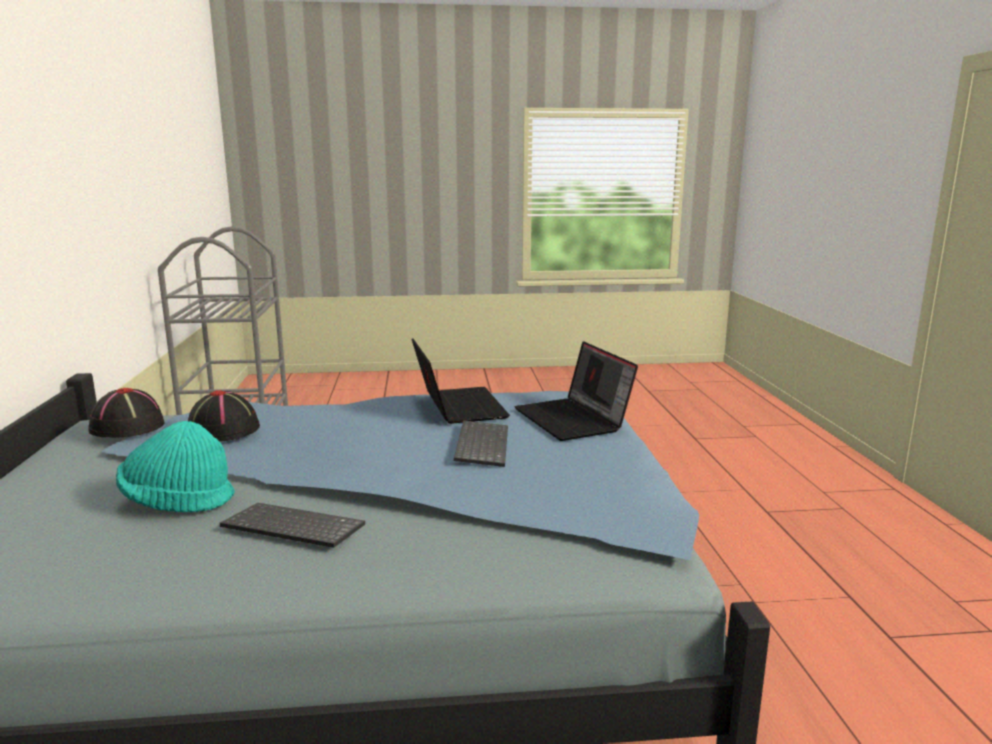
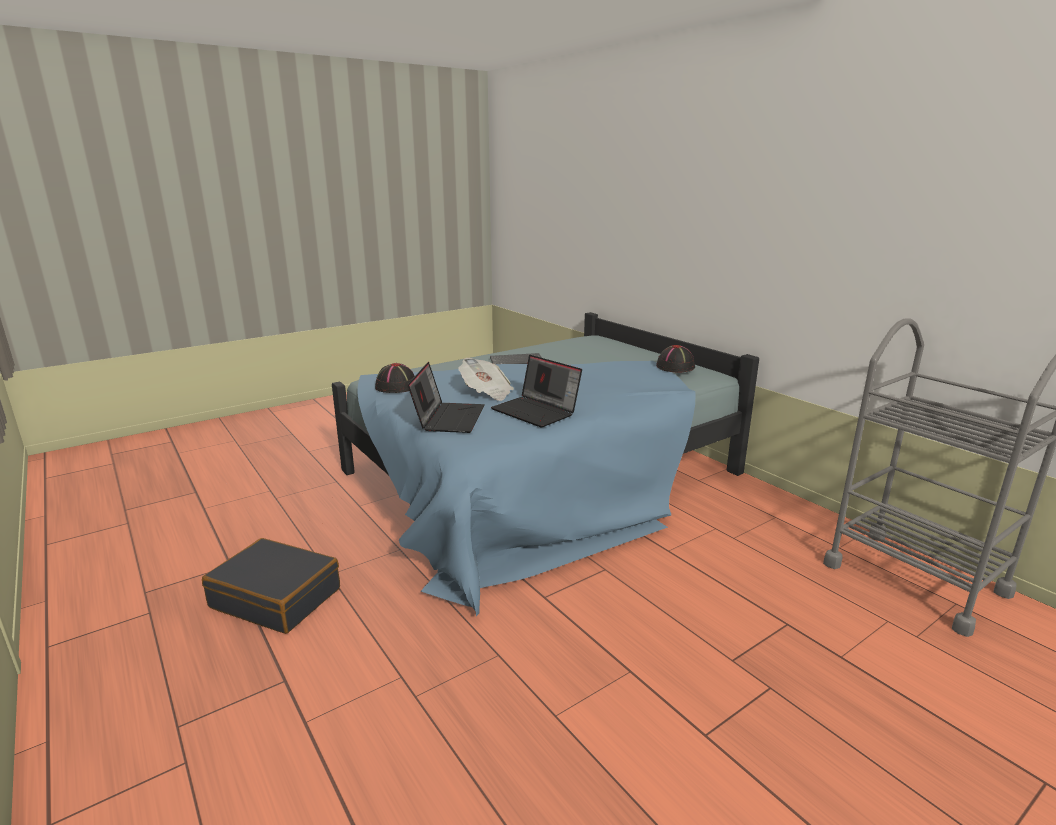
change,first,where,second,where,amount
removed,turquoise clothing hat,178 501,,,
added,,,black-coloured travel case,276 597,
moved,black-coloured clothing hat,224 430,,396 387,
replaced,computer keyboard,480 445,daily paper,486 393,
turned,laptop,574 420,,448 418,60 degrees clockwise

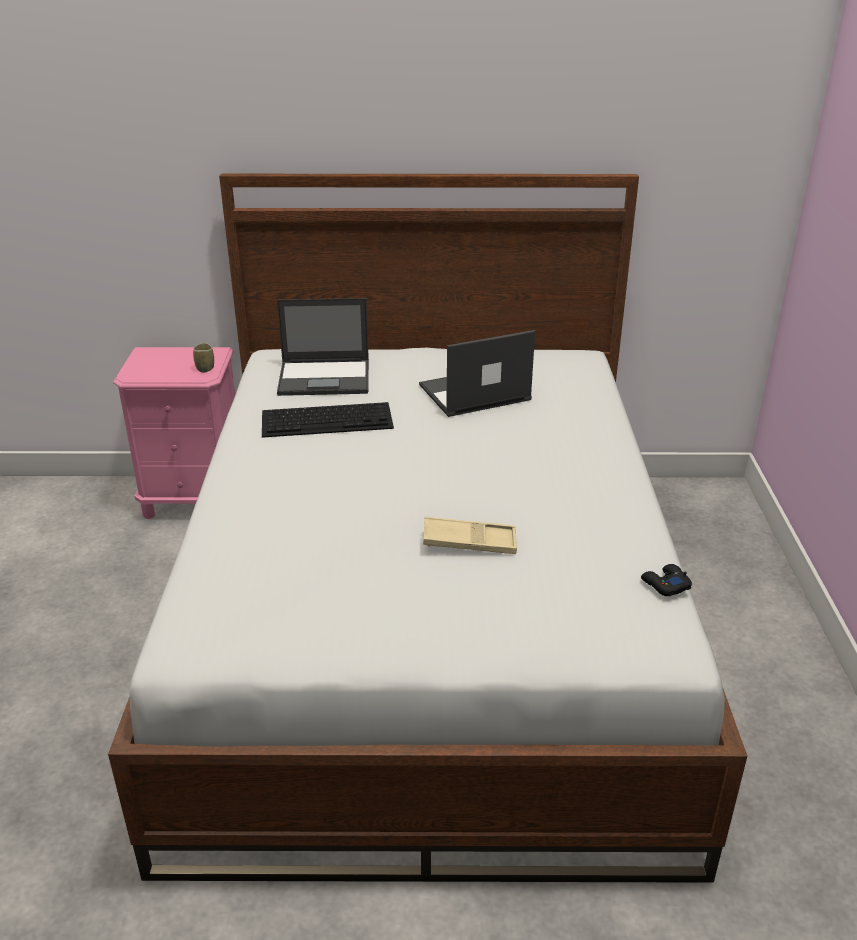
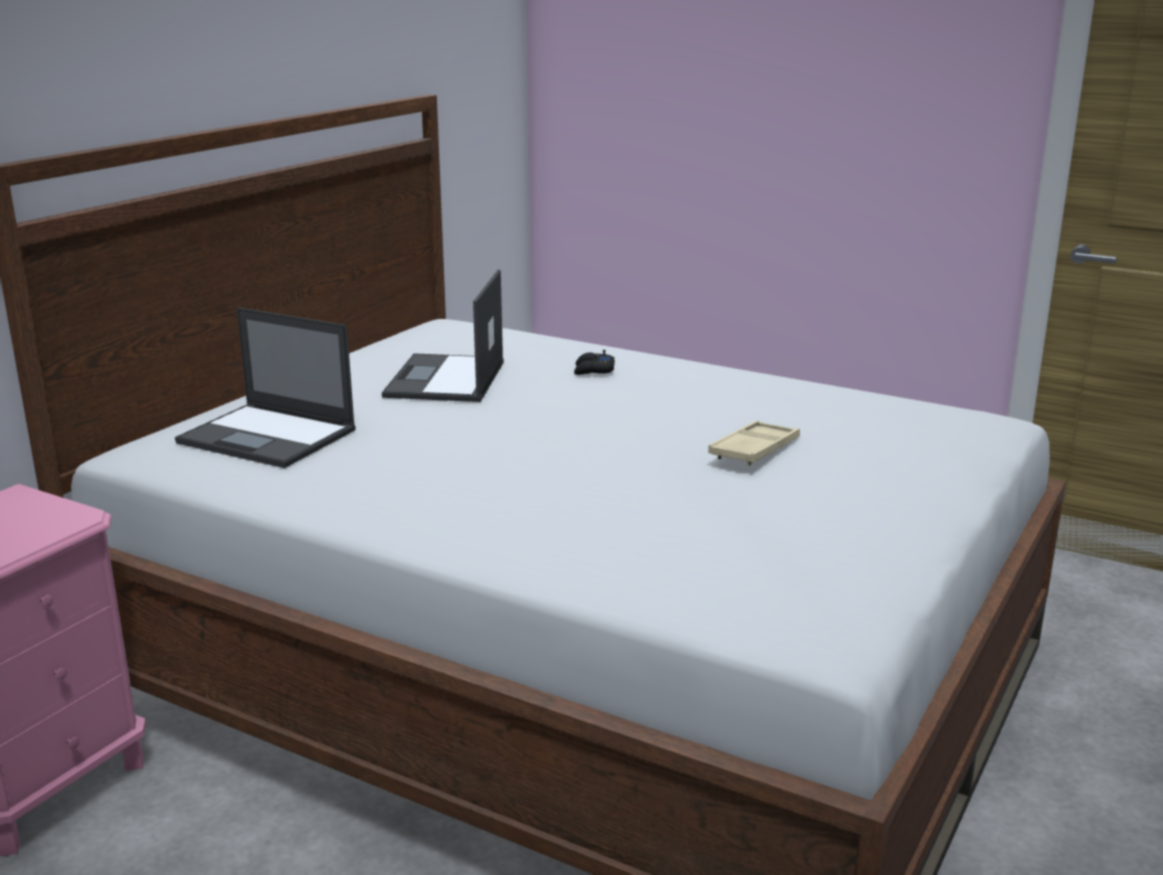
change,first,where,second,where,amount
removed,drinking cup,205 368,,,
removed,computer keyboard,328 419,,,
moved,black-coloured game controller,665 584,,593 370,
turned,laptop,325 378,,269 436,90 degrees clockwise

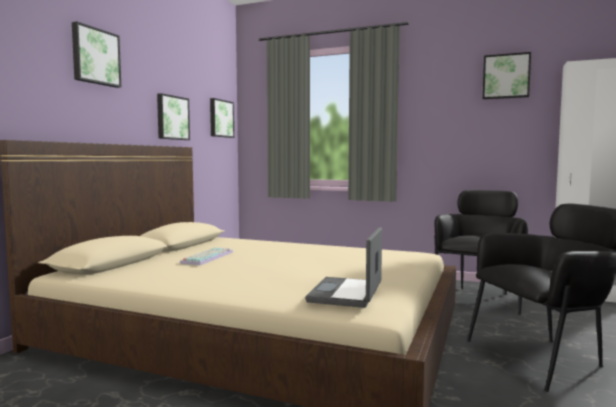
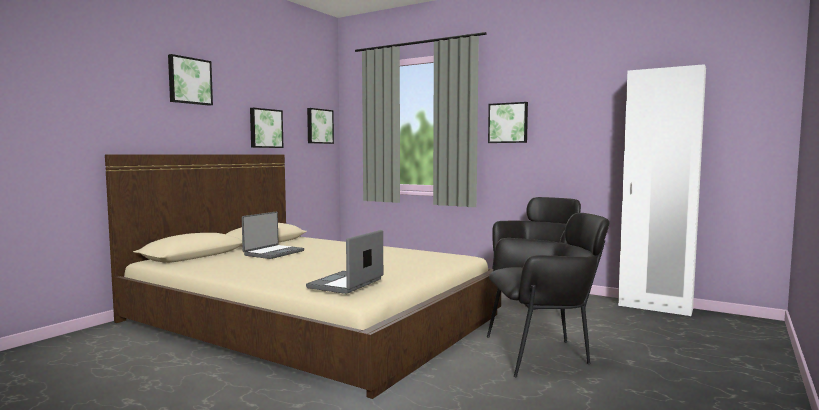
change,first,where,second,where,amount
moved,wall picture,506 76,,508 123,
replaced,computer keyboard,207 257,laptop,273 253,

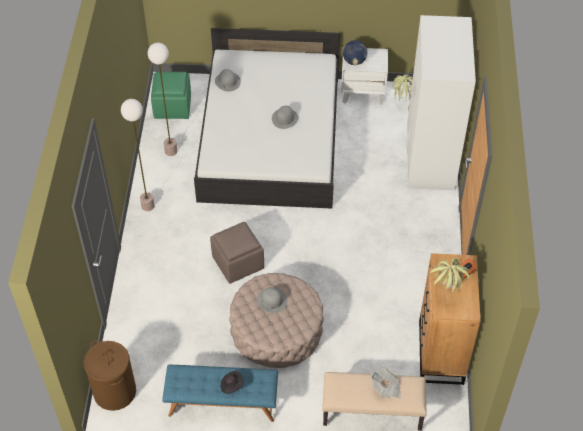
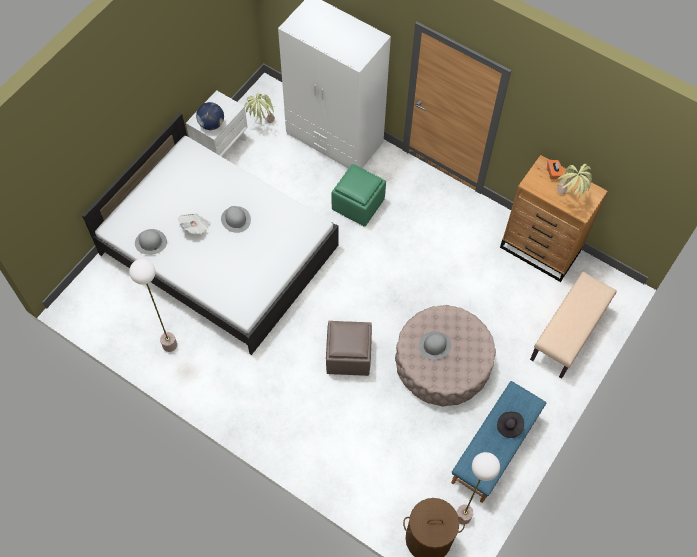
change,first,where,second,where,amount
moved,standard lamp,147 206,,463 517,
moved,greenish ottoman,172 107,,358 205,
moved,daily paper,386 388,,195 227,

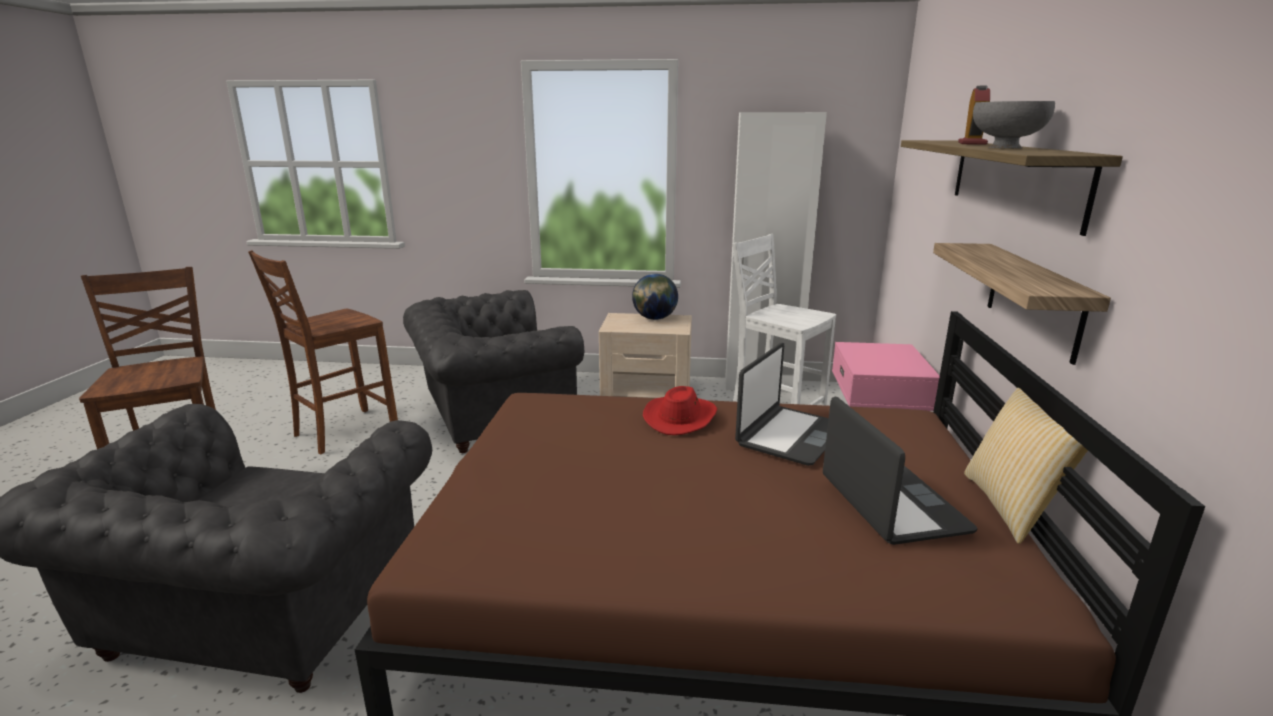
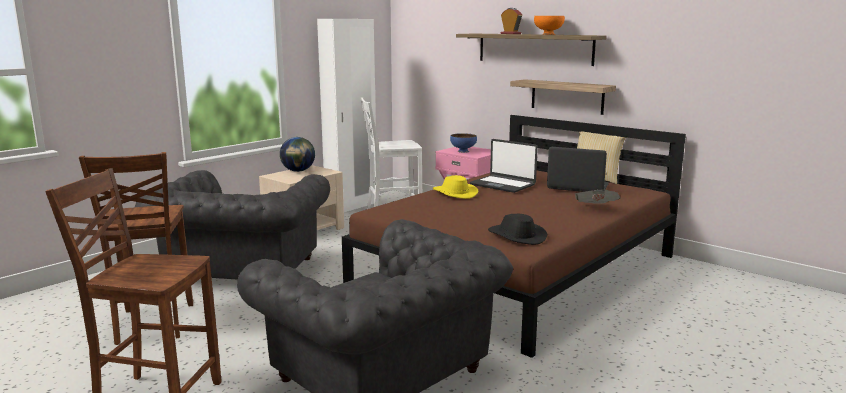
change,first,where,second,where,amount
added,,,blue-coloured serving bowl,463 151,
added,,,black-coloured clothing hat,516 236,
added,,,daily paper,596 209,
recoloured,reddish clothing hat,680 417,yellow-coloured clothing hat,454 193,
recoloured,gray serving bowl,1006 147,orange-coloured serving bowl,548 34,
turned,laptop,789 436,,503 185,150 degrees clockwise

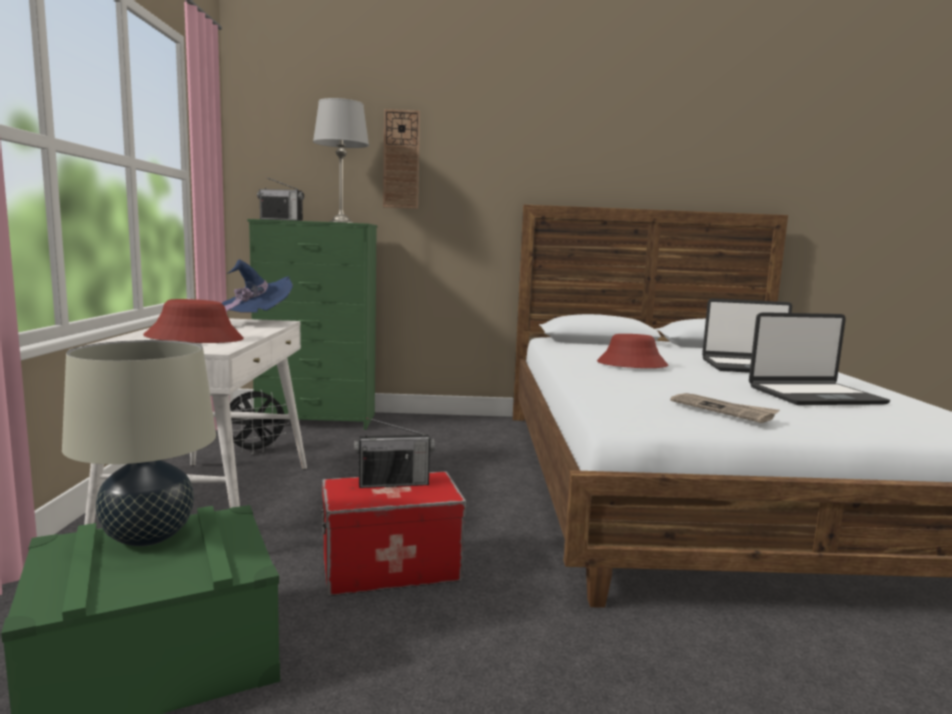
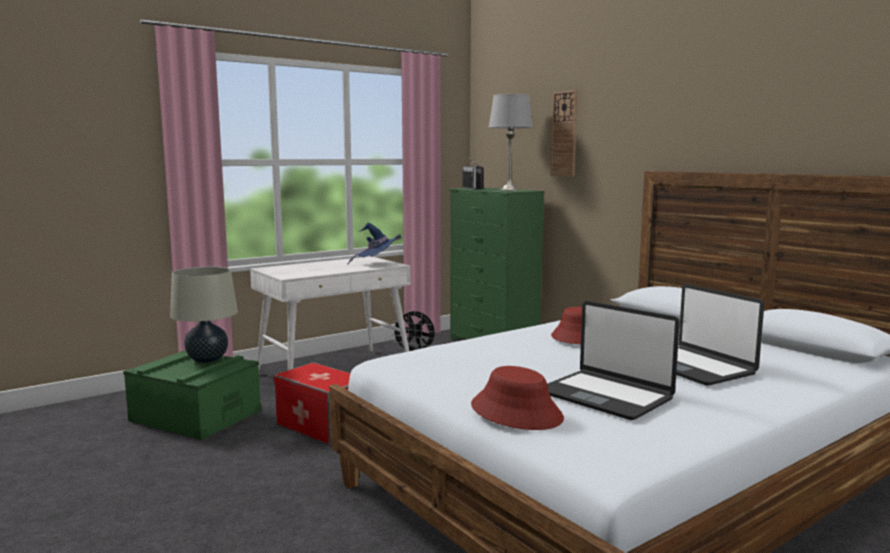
change,first,where,second,where,amount
removed,radio receiver,393 483,,,
removed,daily paper,723 410,,,
moved,reddish clothing hat,194 338,,516 412,

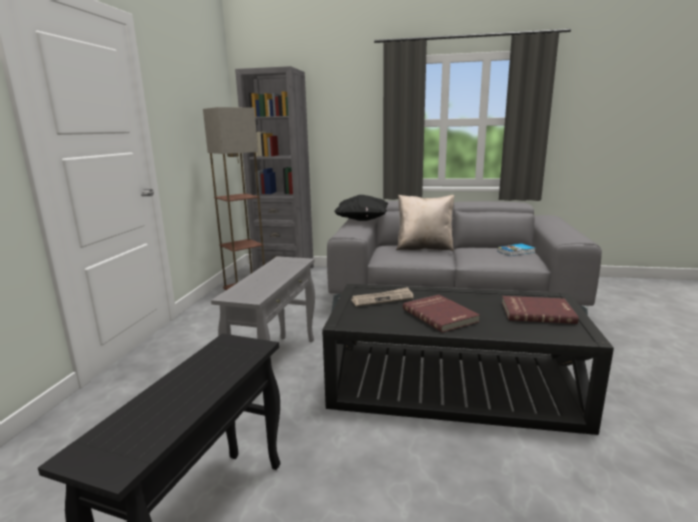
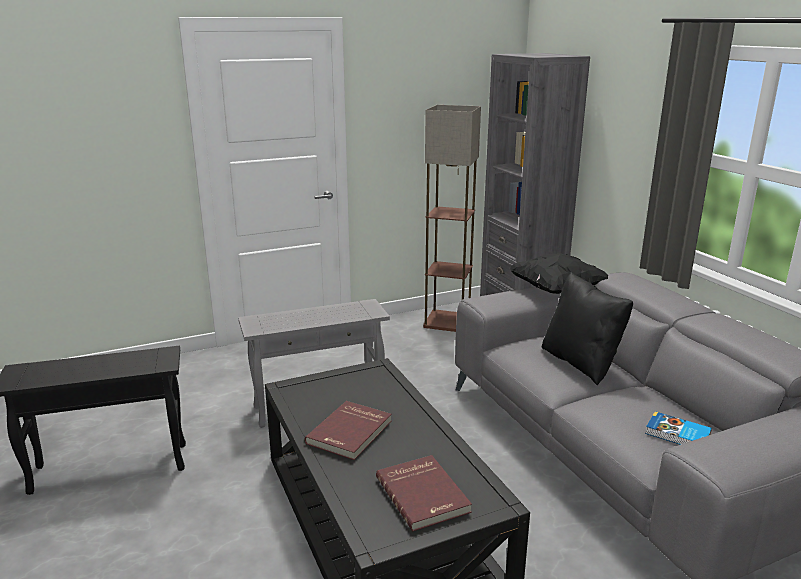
change,first,where,second,where,amount
removed,daily paper,382 299,,,
recoloured,beige throw pillow,424 248,black-coloured throw pillow,581 363,

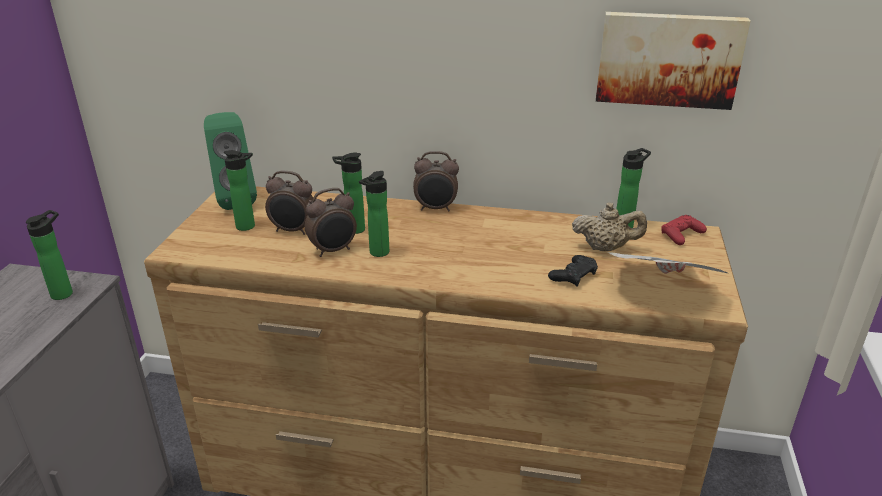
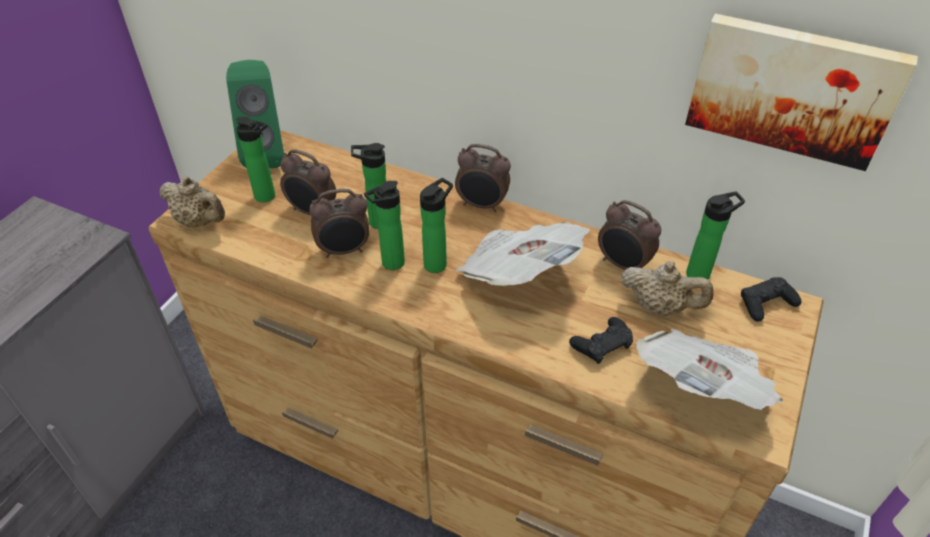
change,first,where,second,where,amount
added,,,beige pot for tea,200 221,
added,,,daily paper,518 274,
added,,,bedside clock,622 265,
moved,drink bottle,64 292,,438 263,
recoloured,reddish game controller,681 235,black-coloured game controller,766 303,

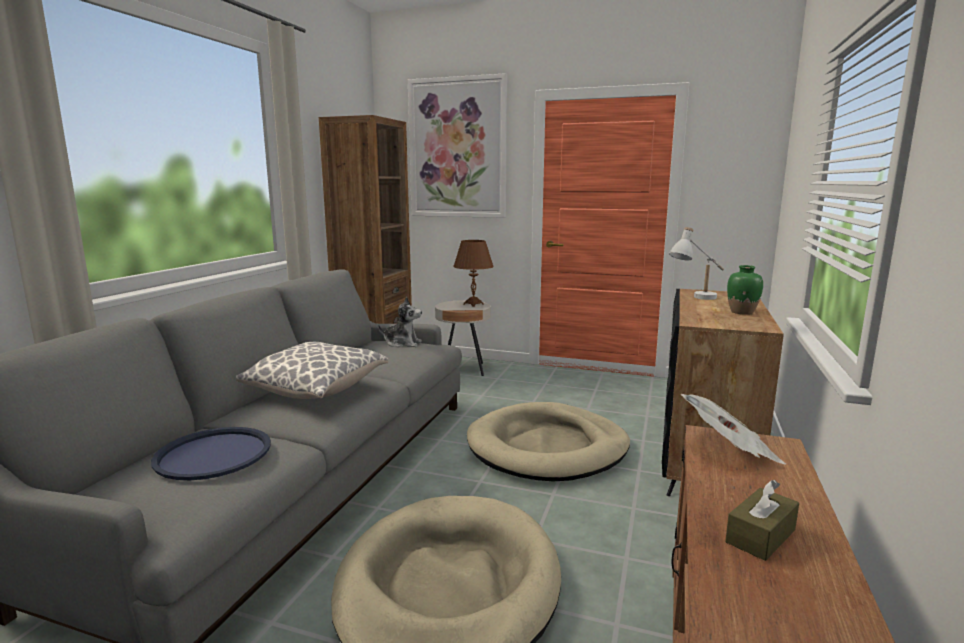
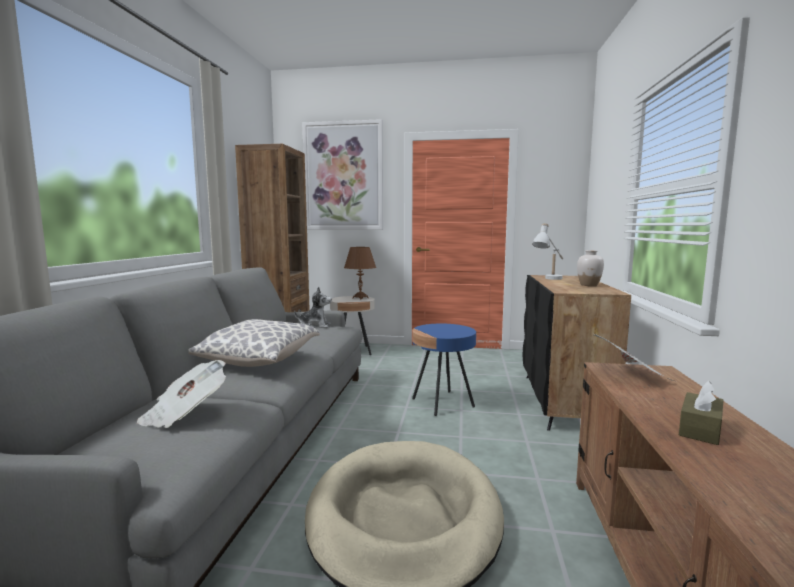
change,first,where,second,where,amount
replaced,blue-coloured serving tray,213 454,daily paper,185 414,
replaced,beige pet bed,547 447,blue-coloured accent table,442 403,
recoloured,greenish flower vase,742 312,white-coloured flower vase,589 285,

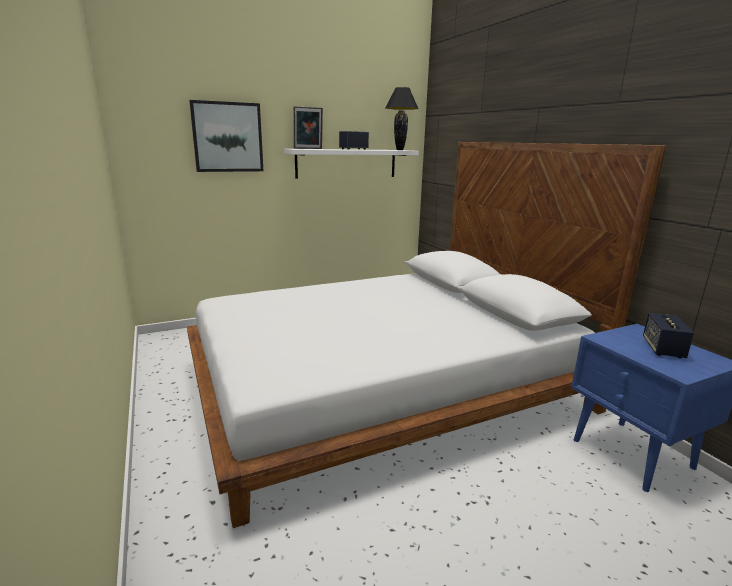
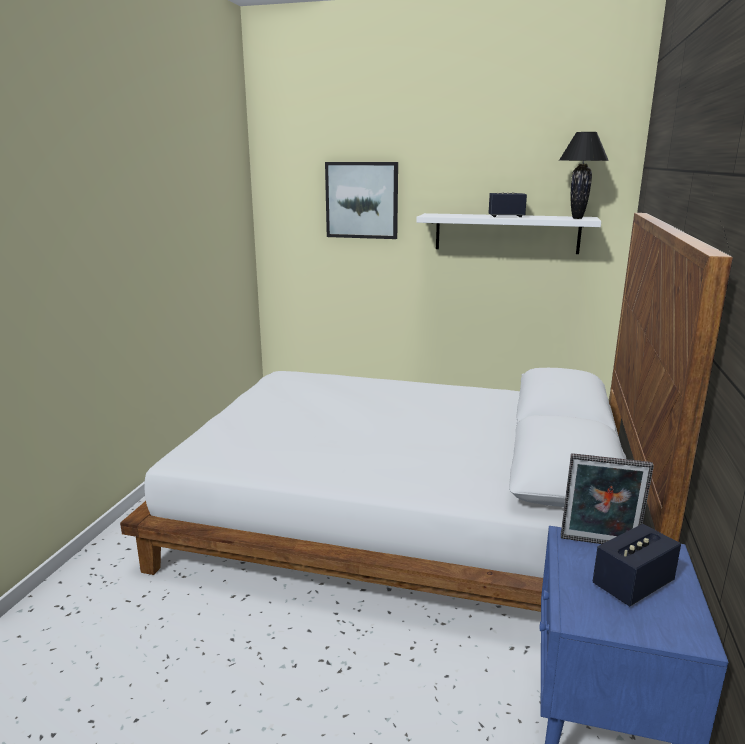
change,first,where,second,where,amount
moved,standing frame,308 148,,598 544,

